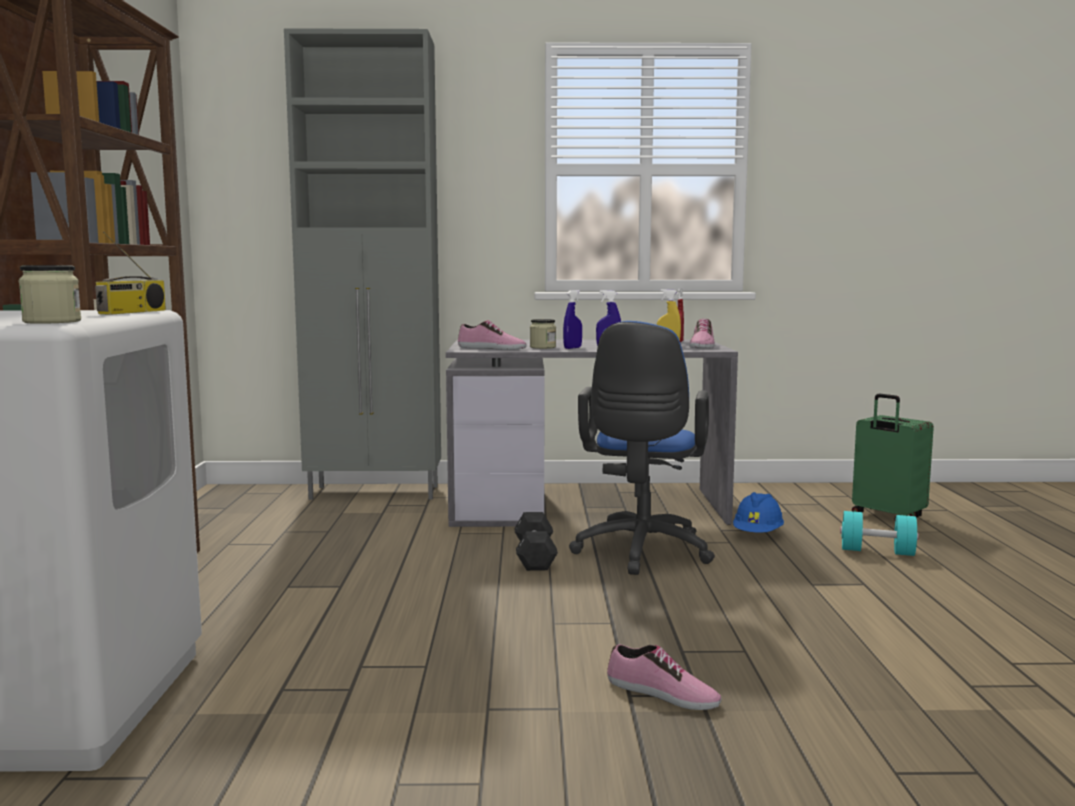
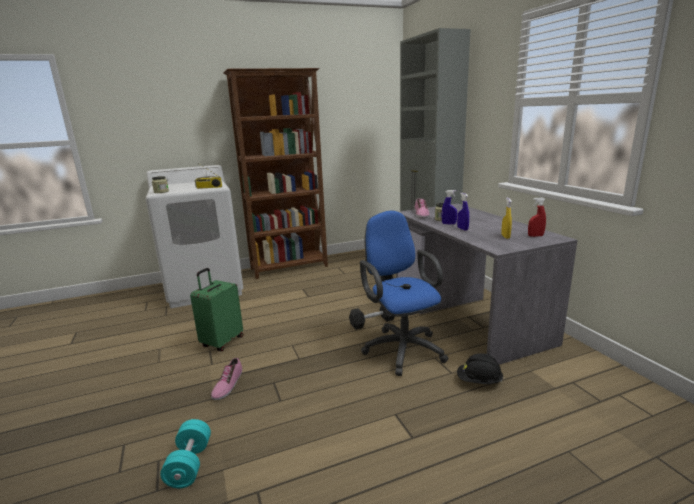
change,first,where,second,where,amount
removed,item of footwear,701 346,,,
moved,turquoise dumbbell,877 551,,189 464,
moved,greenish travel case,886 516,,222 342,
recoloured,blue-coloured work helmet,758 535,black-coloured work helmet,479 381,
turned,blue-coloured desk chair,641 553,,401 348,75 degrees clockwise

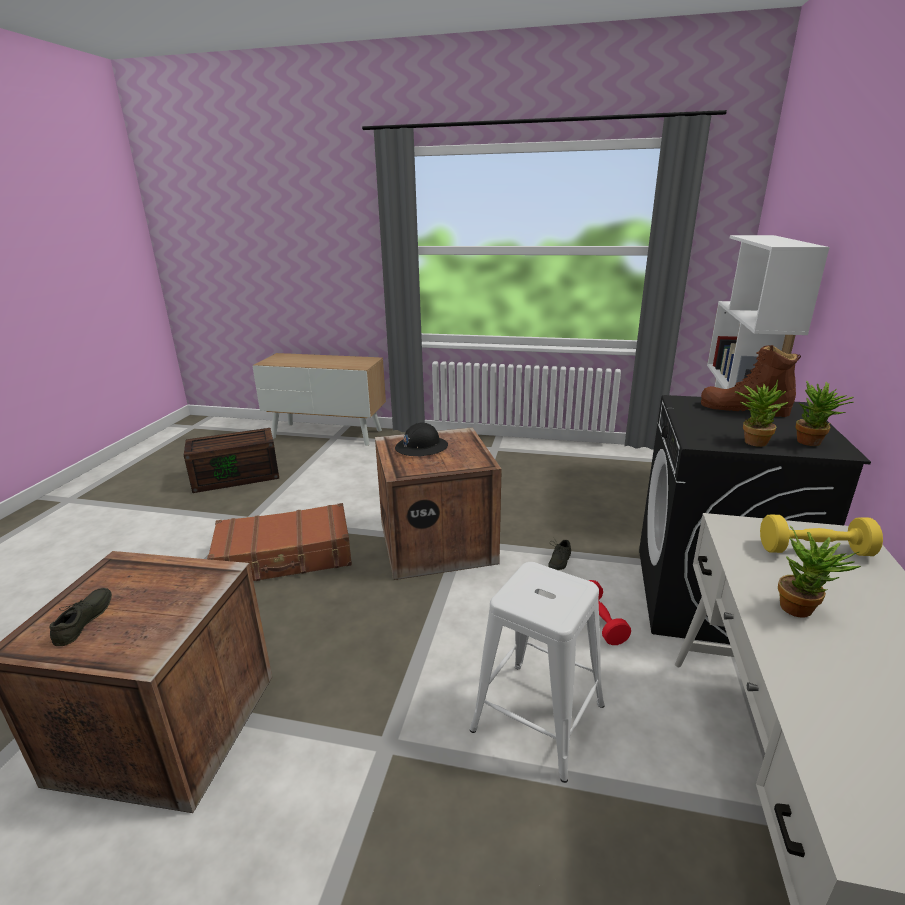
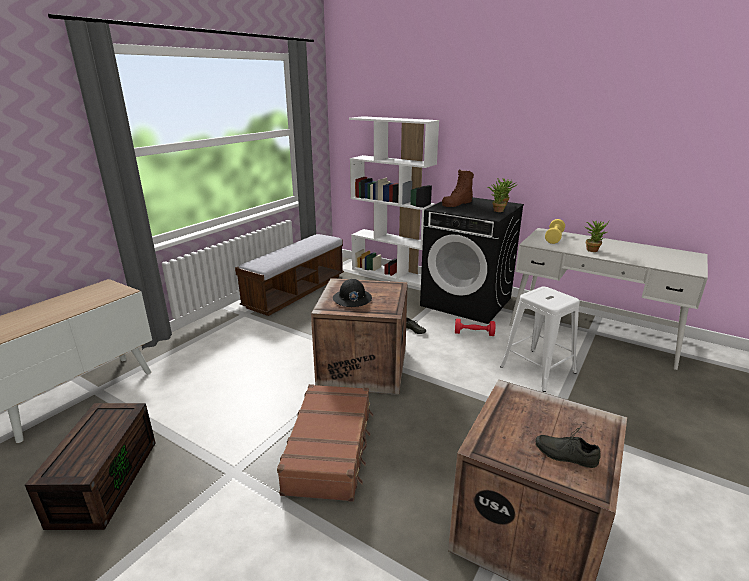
change,first,where,second,where,amount
added,,,long seat,296 291,

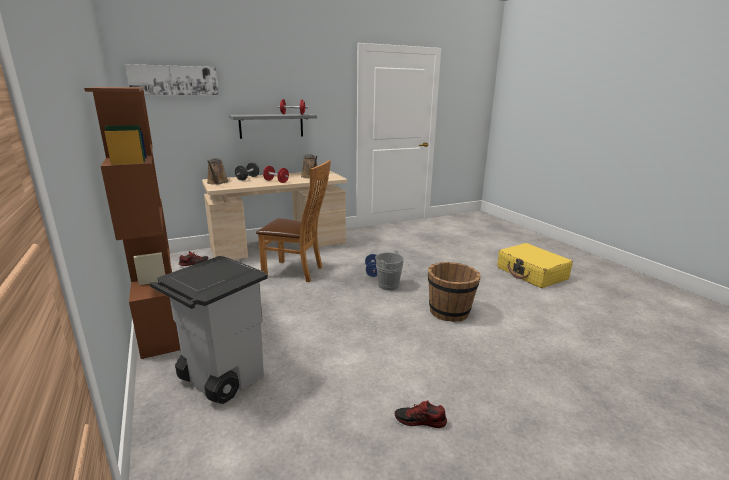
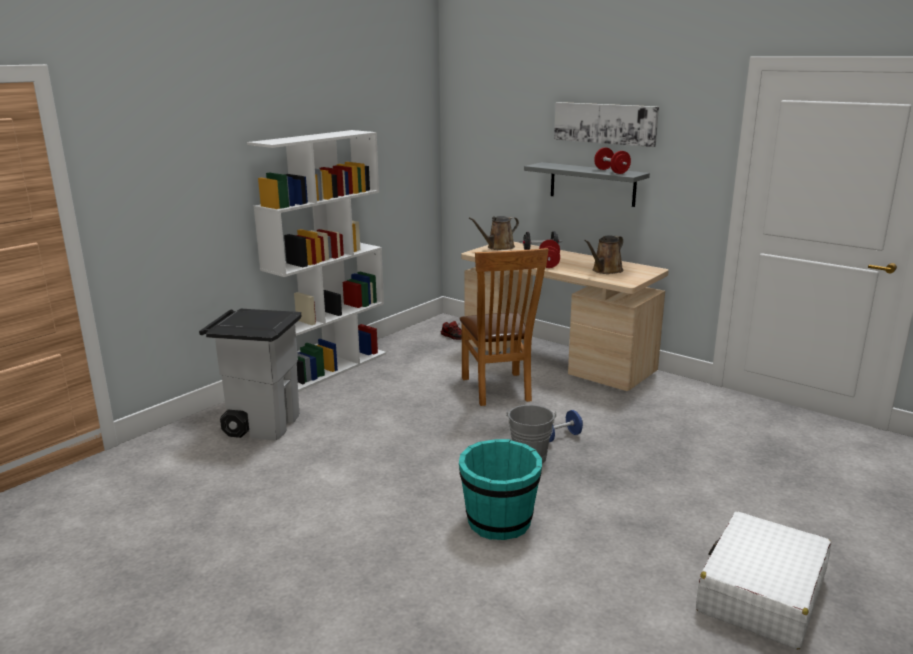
change,first,where,second,where,amount
removed,item of footwear,420 421,,,
moved,wall picture,174 80,,605 123,
recoloured,brown shelving unit,160 321,white-coloured shelving unit,331 368,
recoloured,brown bucket,450 312,turquoise bucket,499 522,
recoloured,yellow-coloured travel case,532 273,white-coloured travel case,760 594,

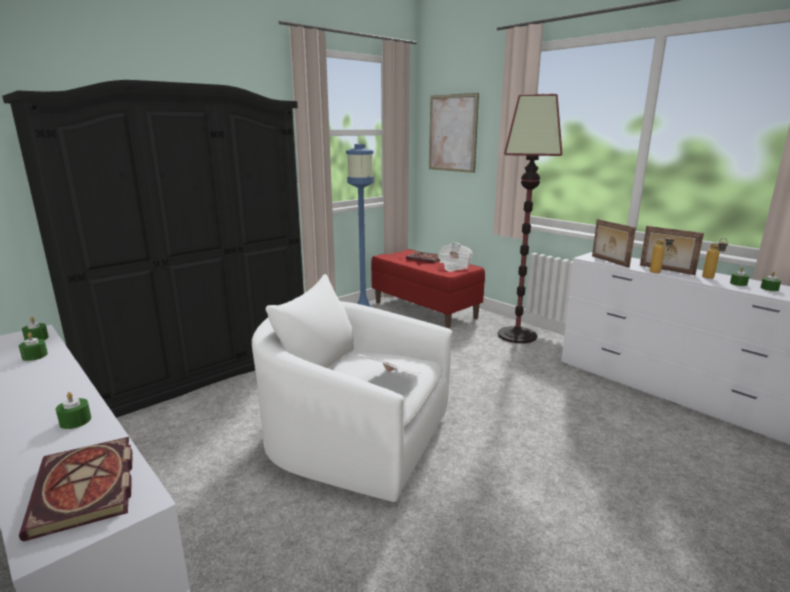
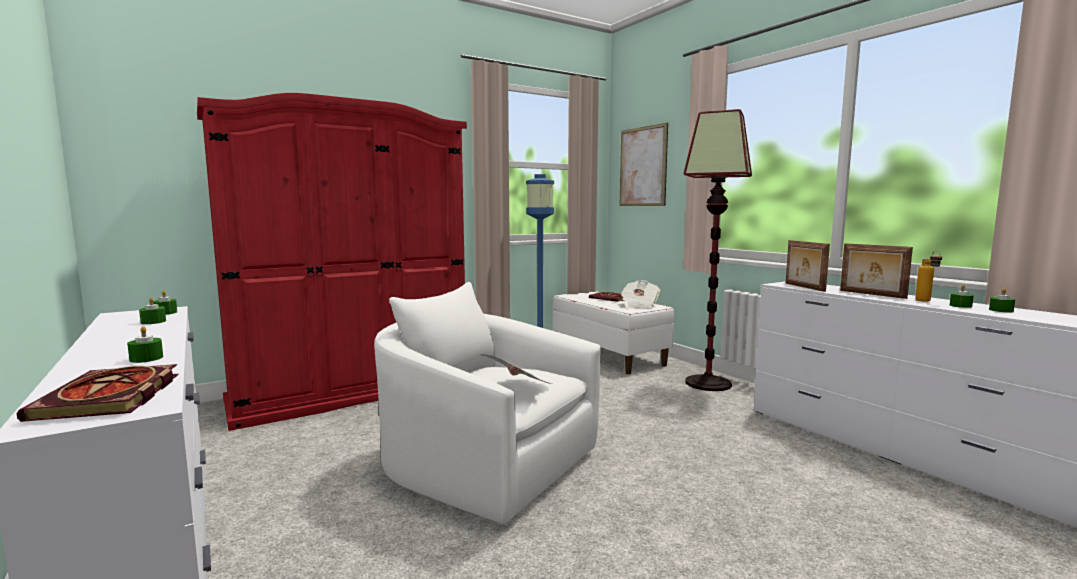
change,first,where,second,where,amount
removed,drink bottle,658 273,,,
recoloured,black-coloured clothes cupboard,201 368,reddish clothes cupboard,353 392,
recoloured,reddish long seat,425 310,white-coloured long seat,609 355,

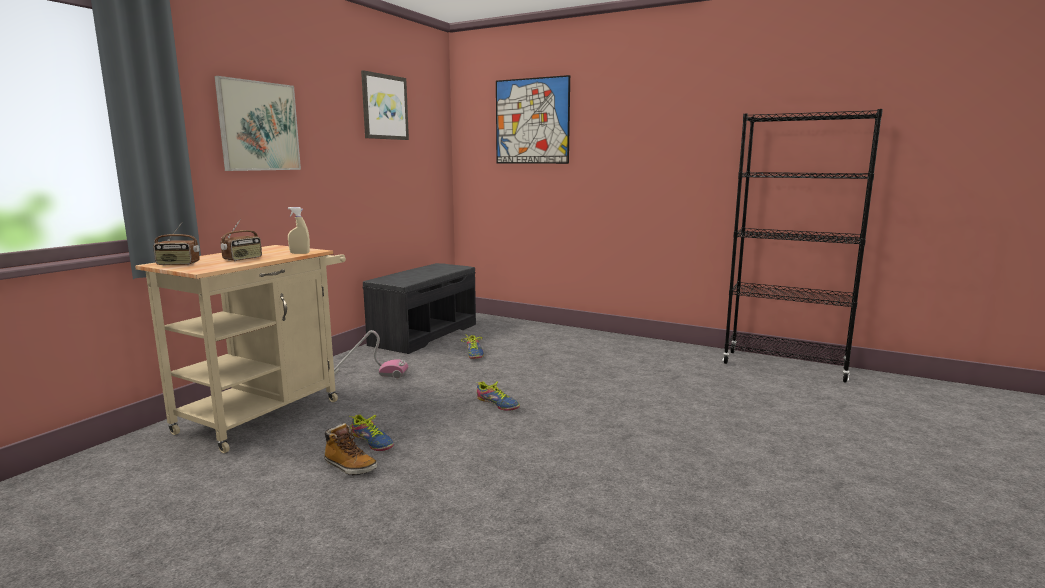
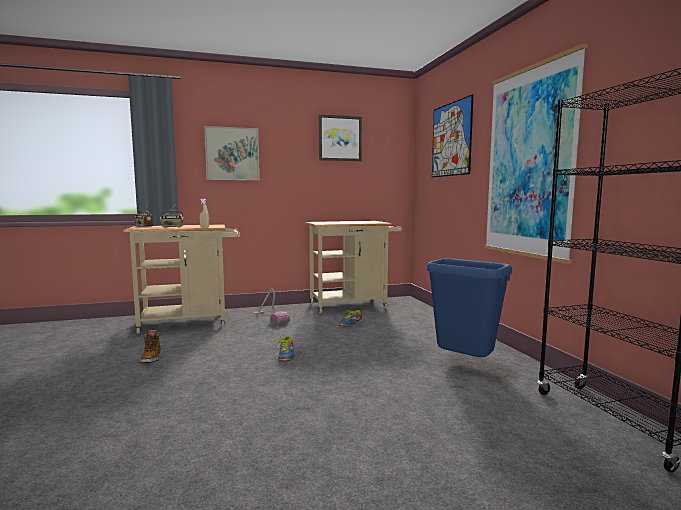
change,first,where,second,where,amount
removed,item of footwear,372 441,,,
added,,,blue-coloured trash can,465 363,
added,,,wall picture,529 162,
replaced,gray long seat,424 334,beige cart,352 305,

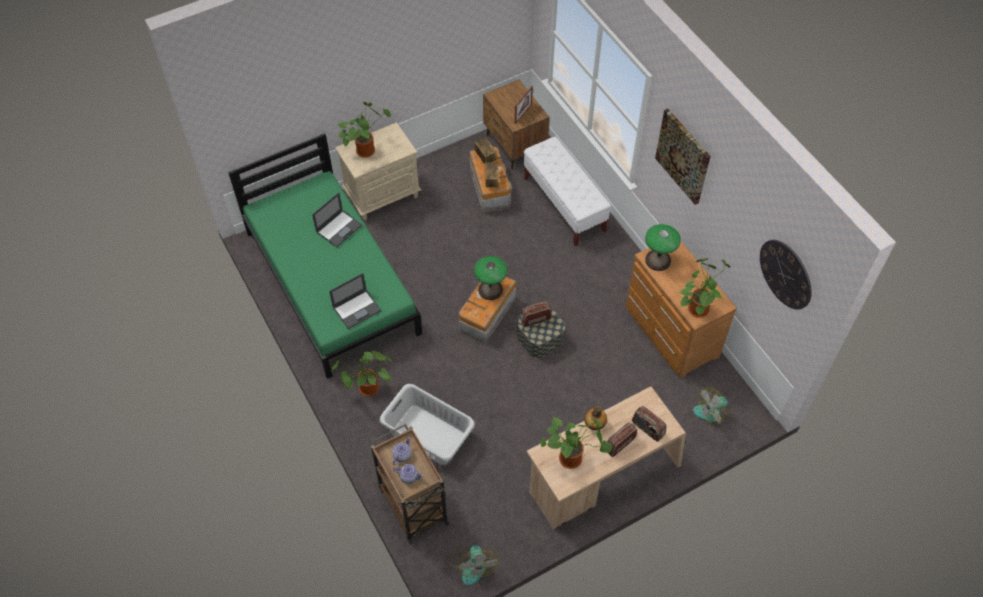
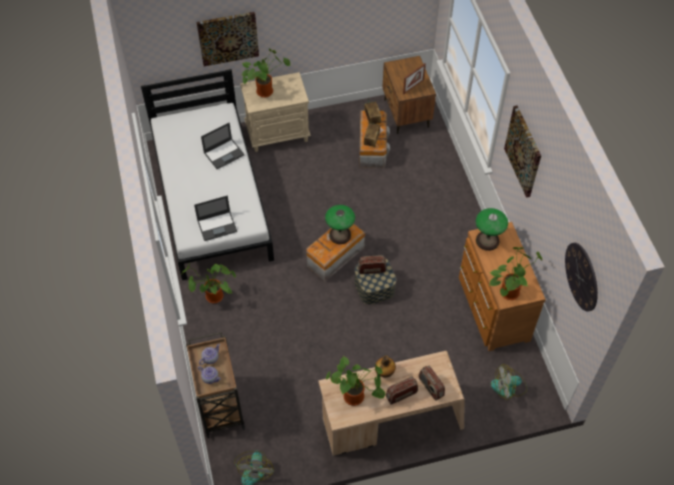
change,first,where,second,where,amount
removed,gray hamper,428 434,,,
removed,white-coloured long seat,564 205,,,
added,,,wall picture,228 38,
recoloured,greenish bed,332 282,white-coloured bed,212 199,

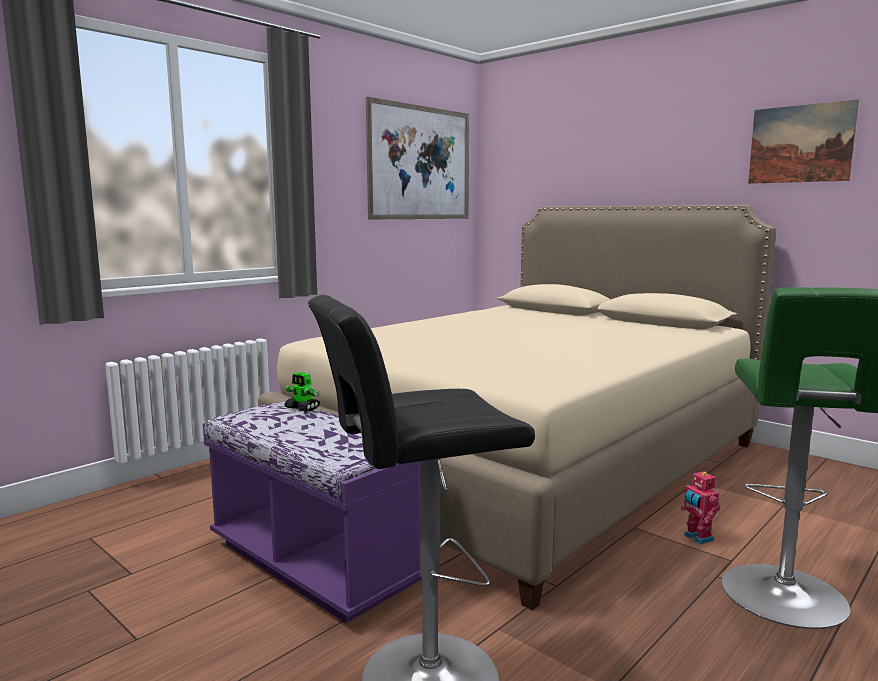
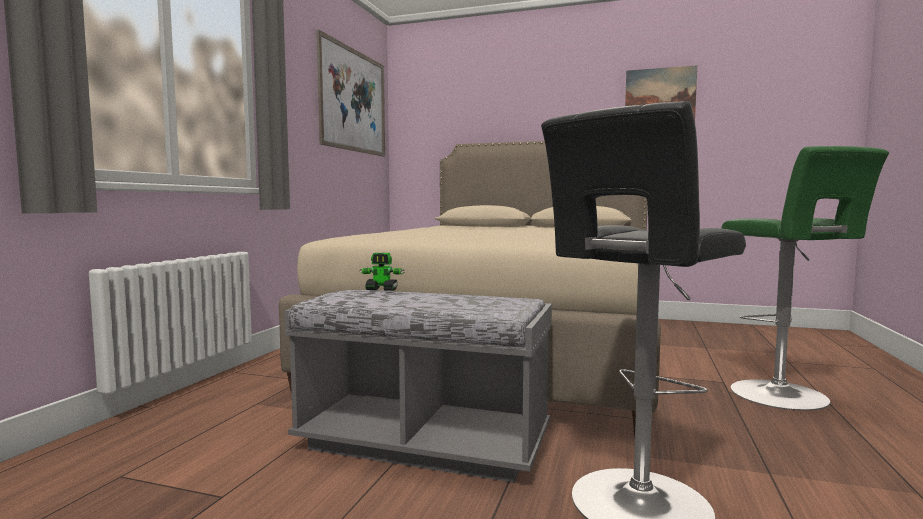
change,first,where,second,where,amount
removed,model robot,697 538,,,
recoloured,purple long seat,318 562,gray long seat,423 443,

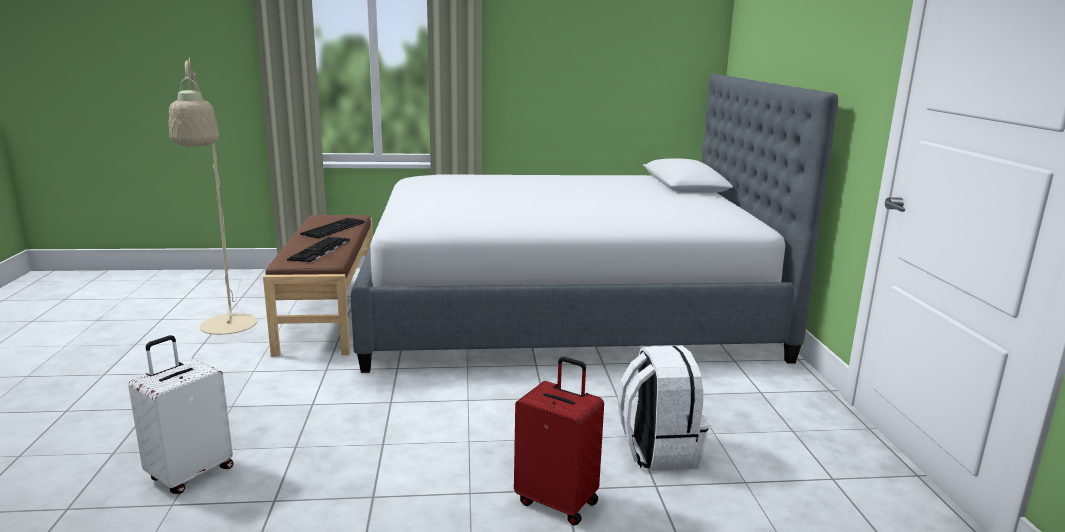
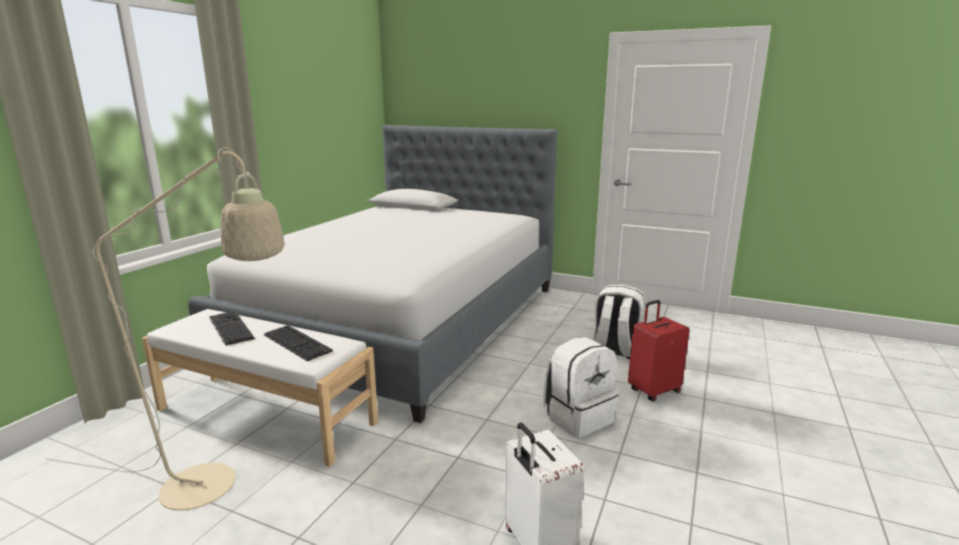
change,first,where,second,where,amount
added,,,white-coloured knapsack,578 417,
recoloured,brown long seat,331 313,white-coloured long seat,266 415,

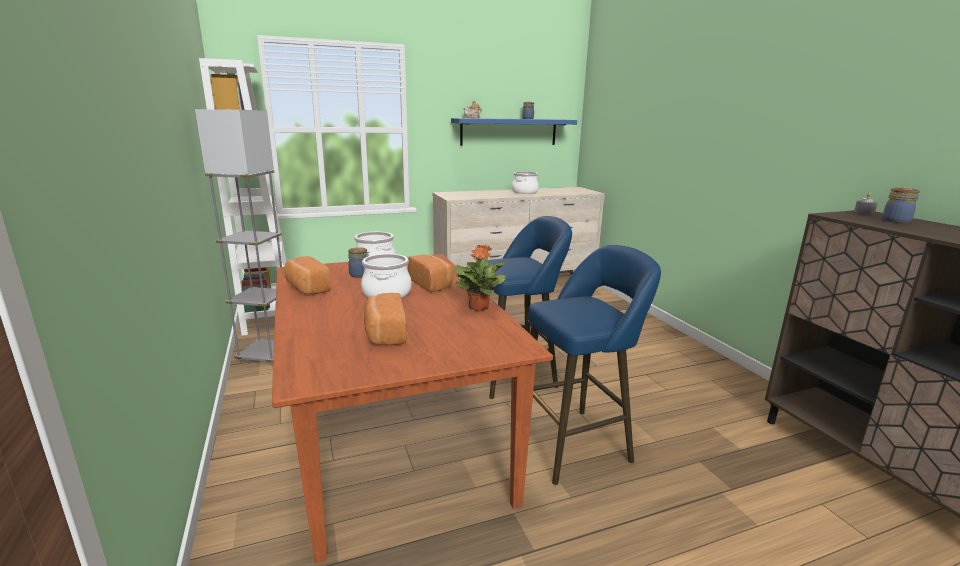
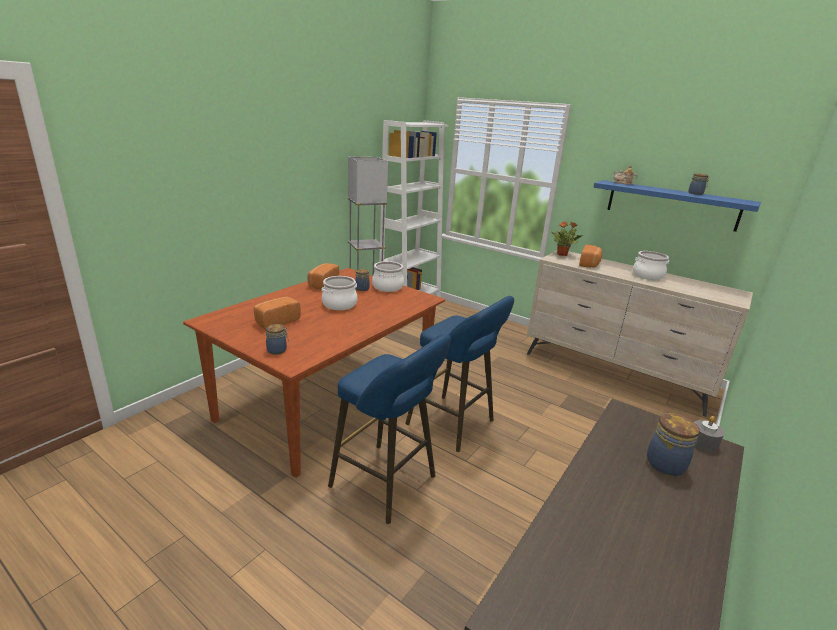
change,first,where,second,where,amount
added,,,storage jar,277 350,
moved,bakery bread,432 284,,589 264,
moved,potted plant,479 307,,562 254,

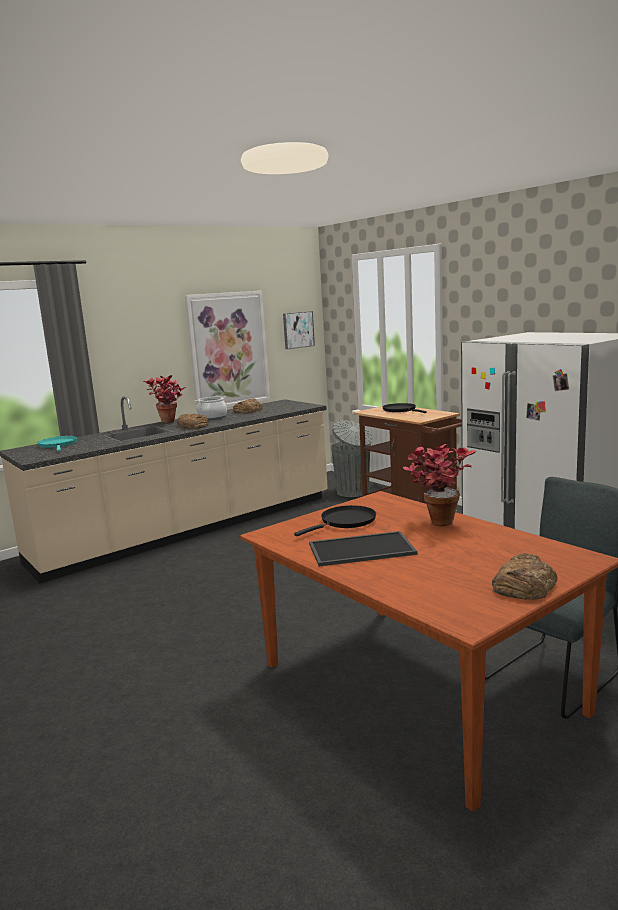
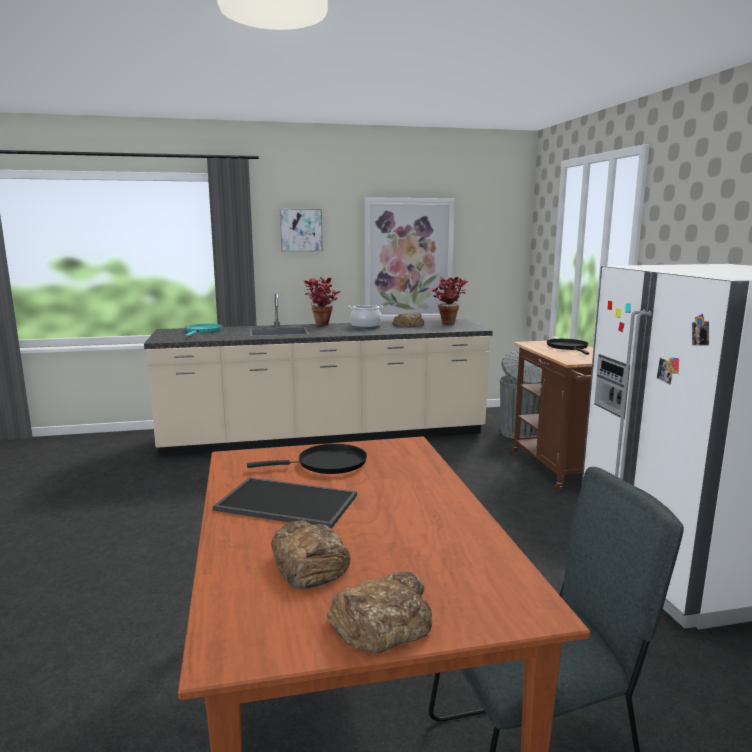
change,first,where,second,where,amount
moved,bakery bread,193 426,,309 563,
moved,wall picture,298 330,,301 230,
moved,potted plant,437 520,,448 322,

